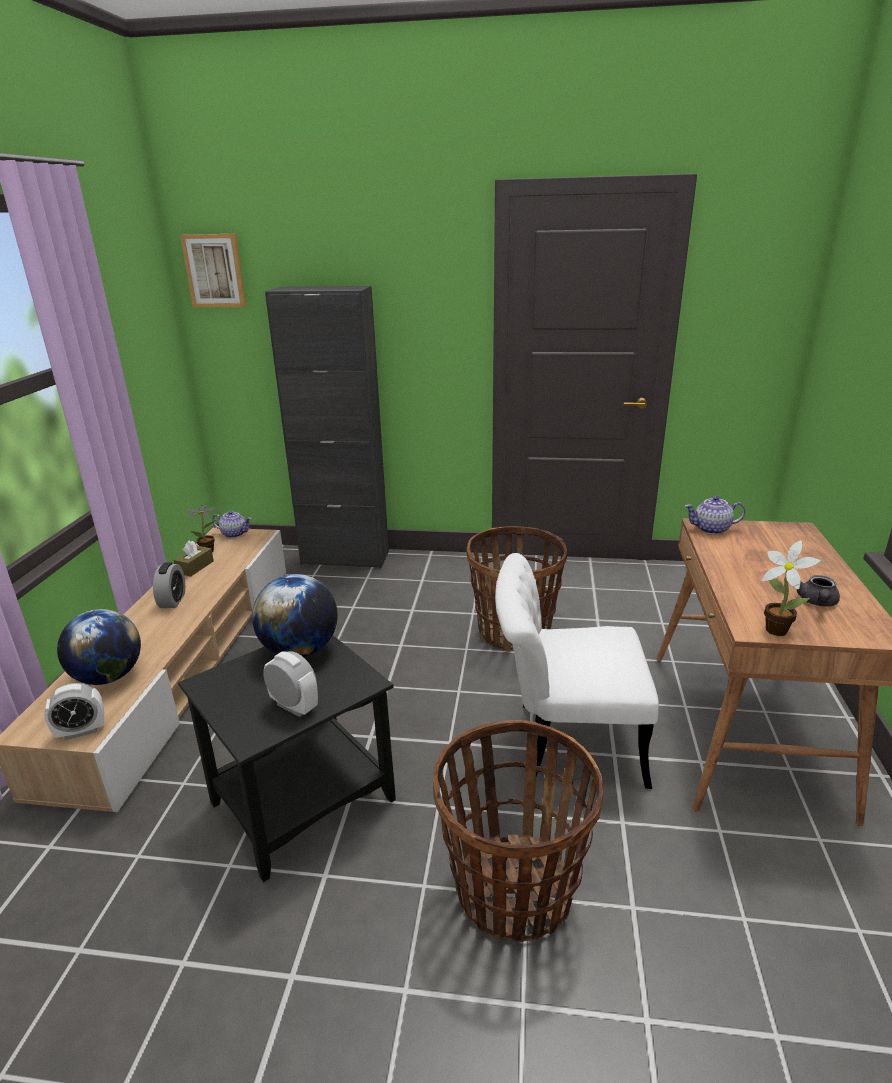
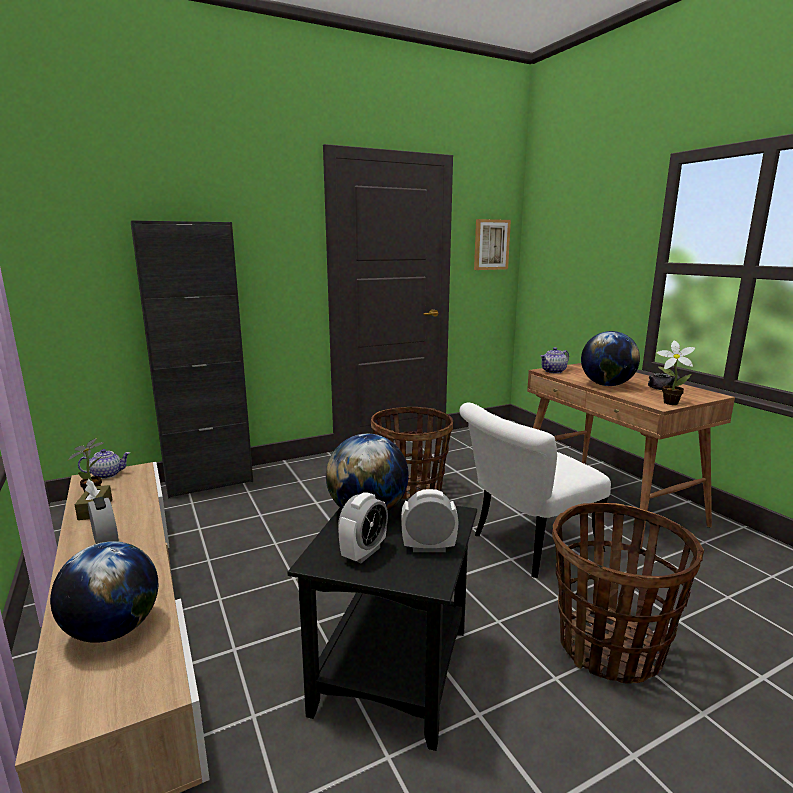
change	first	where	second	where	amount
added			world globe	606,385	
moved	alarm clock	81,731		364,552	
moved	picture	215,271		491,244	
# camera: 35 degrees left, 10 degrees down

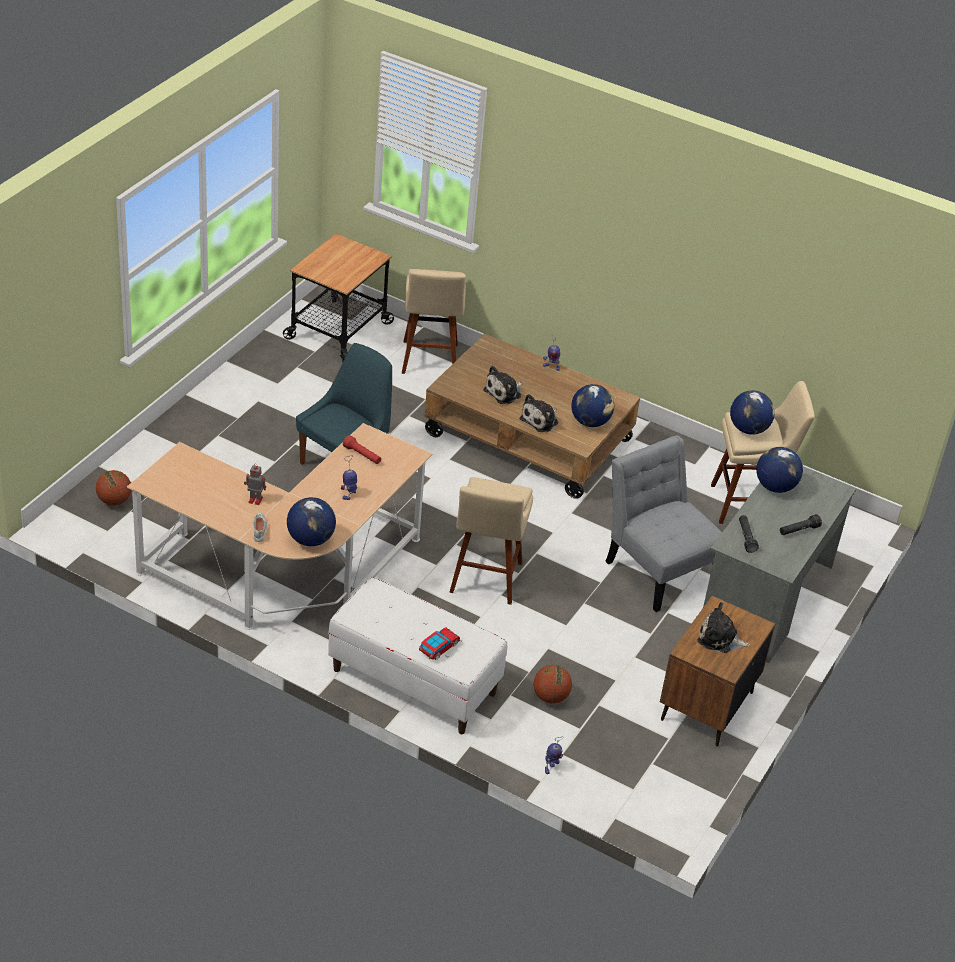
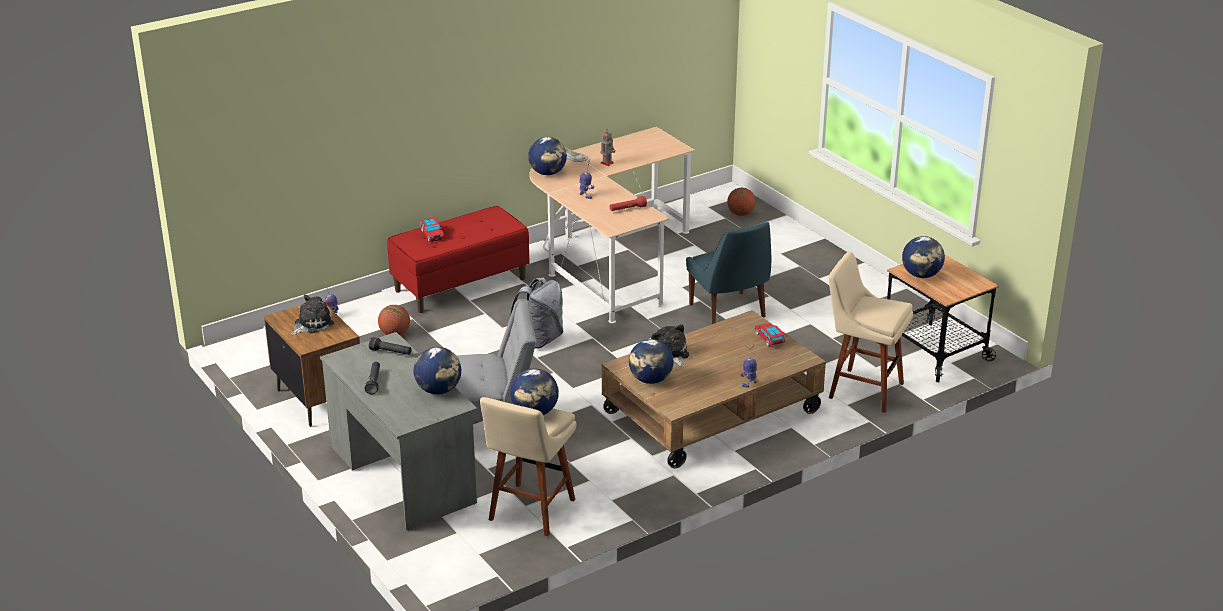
change	first	where	second	where	amount
removed	plush toy	504,393			
added			miniature car	769,339	
added			world globe	921,275	
replaced	sitting stool in beige	485,580	knapsack in grey	540,339	
recoloured	indoor bench in whitish	413,682	indoor bench in red-coloured	460,284	
# camera: 120 degrees right, 10 degrees down

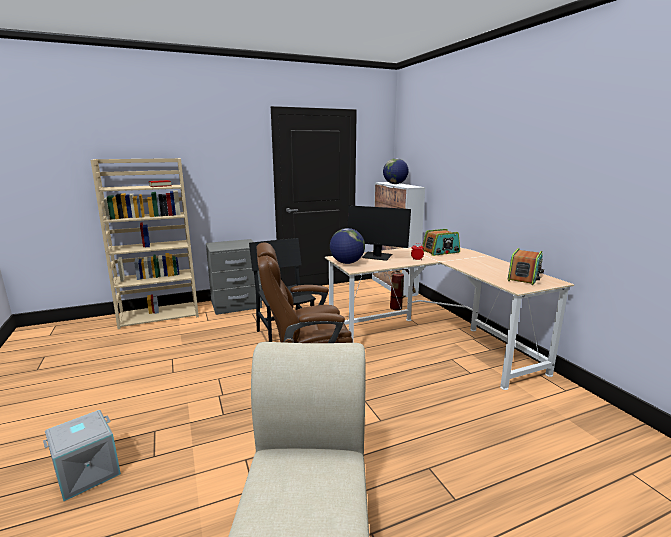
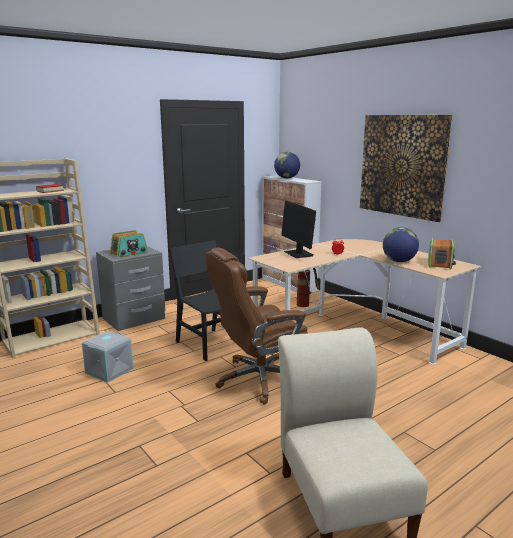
change	first	where	second	where	amount
added			picture	402,166	
moved	storage box in grey	87,473		109,371	
moved	world globe	347,263		399,261	
moved	radio	440,252		129,253	
turned	computer display	377,257		298,254	60 degrees clockwise
# camera: 15 degrees left, 0 degrees up

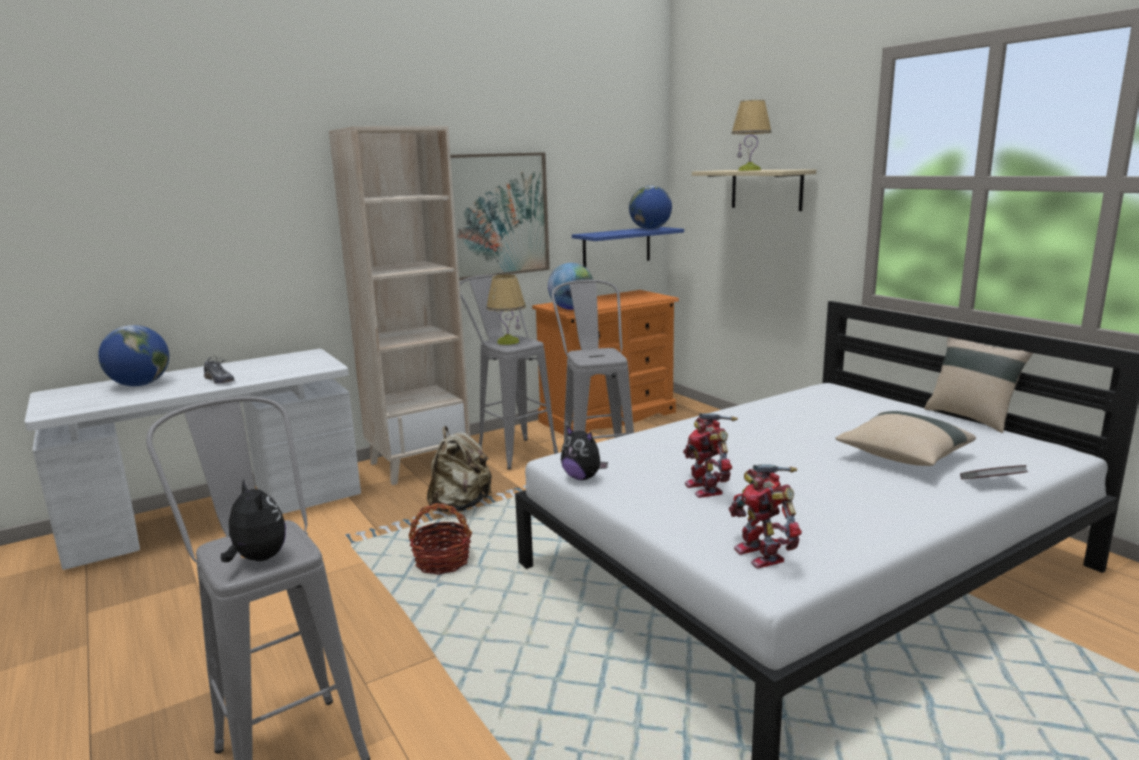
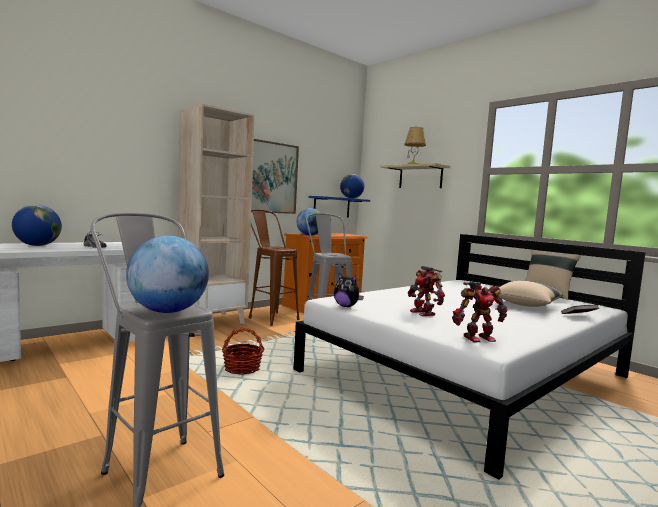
change	first	where	second	where	amount
removed	knapsack in beige	460,506			
removed	tabletop lamp	508,342			
replaced	plush toy	257,559	world globe	168,311	
recoloured	sitting stool in grey	510,450	sitting stool in brown	269,317	
turned	robot figure	762,554		477,338	75 degrees counterclockwise
# camera: 10 degrees left, 10 degrees down

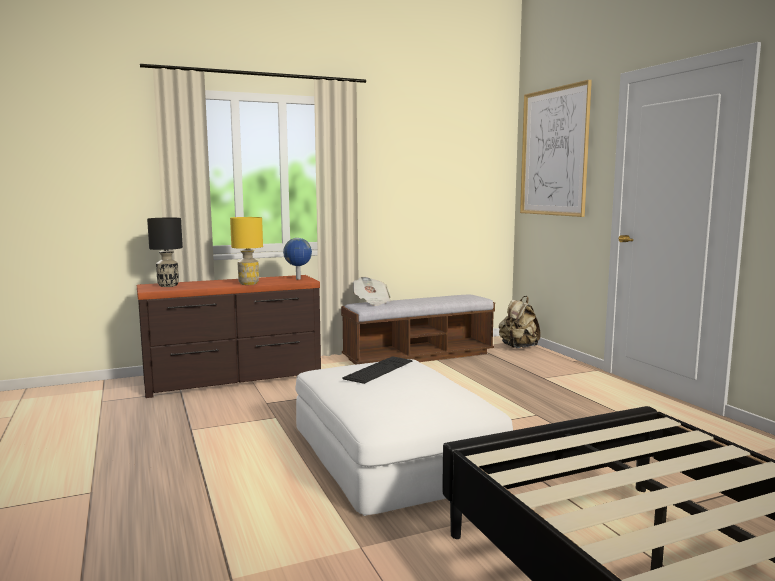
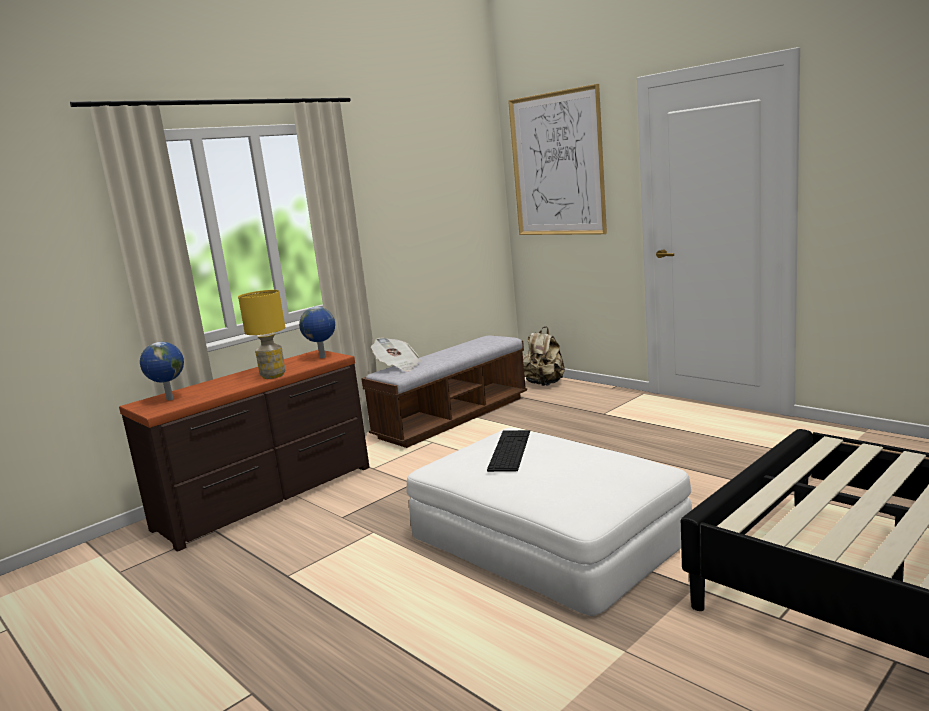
change	first	where	second	where	amount
replaced	tabletop lamp in black-coloured	167,285	world globe	169,399	
# camera: 20 degrees left, 5 degrees up

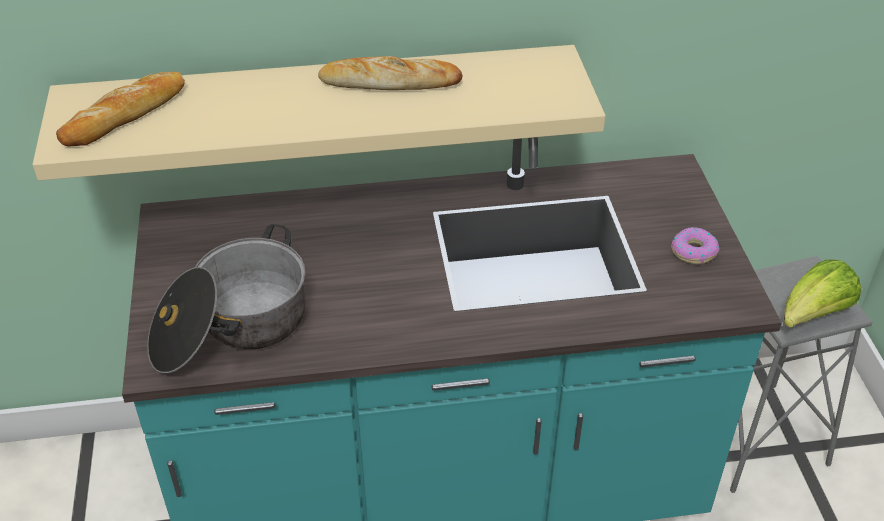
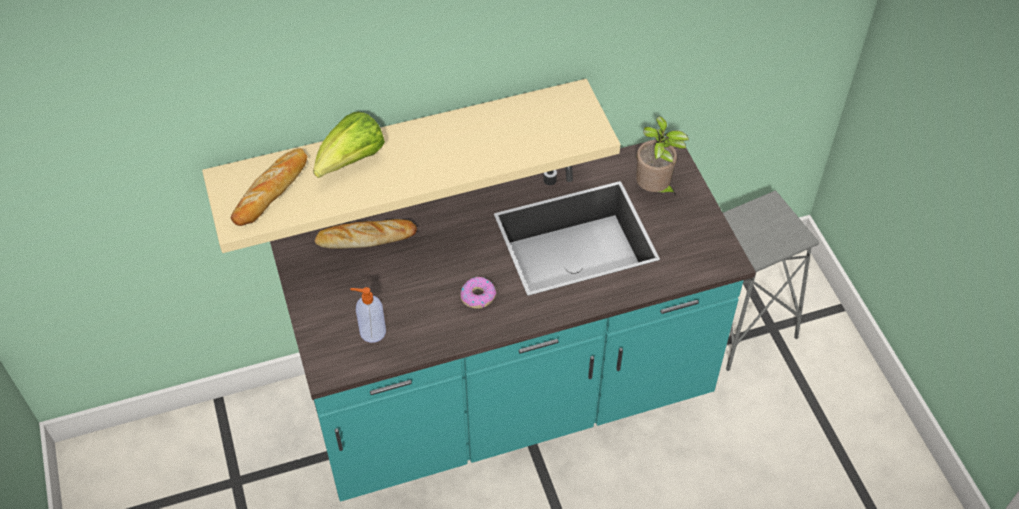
change	first	where	second	where	amount
added			potted plant	654,190	
moved	baked bread	390,82		366,237	
moved	ring doughnut	693,251		477,296	
moved	lettuce head	813,315		351,161	
replaced	cooking pot	231,327	soap dispenser	371,332	
# camera: 10 degrees left, 10 degrees up

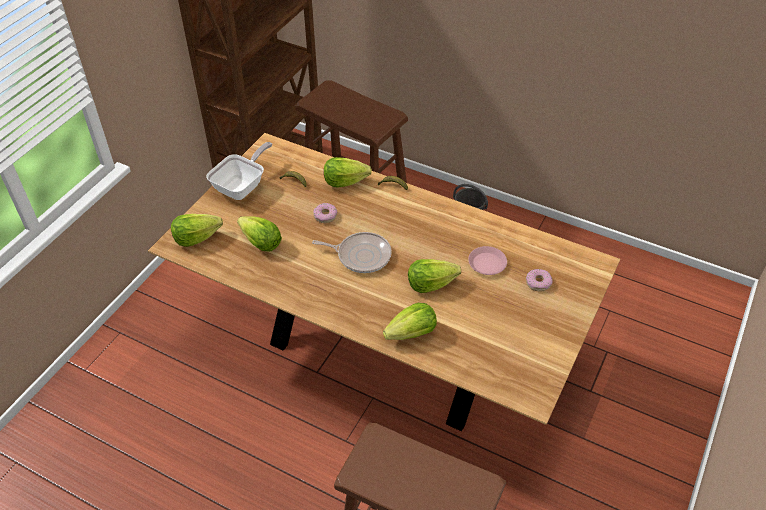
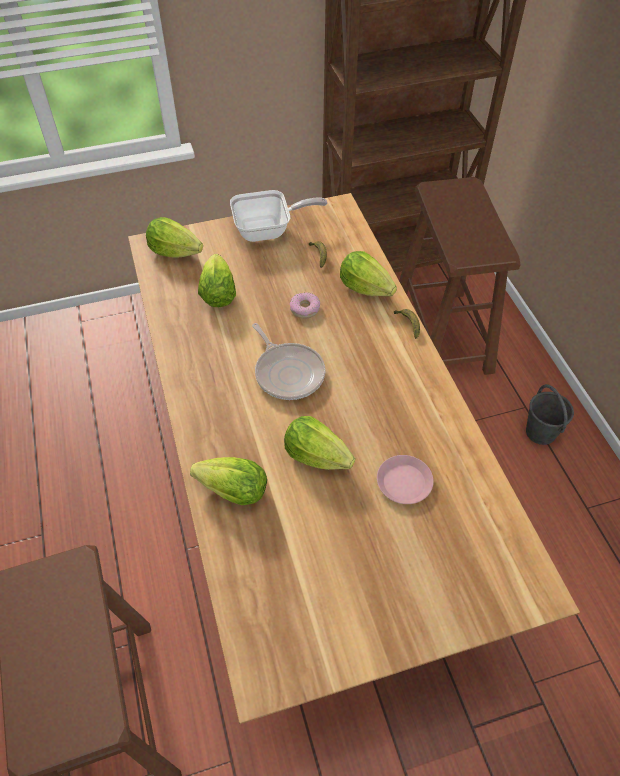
change	first	where	second	where	amount
removed	ring doughnut	538,283			
# camera: 45 degrees right, 5 degrees up

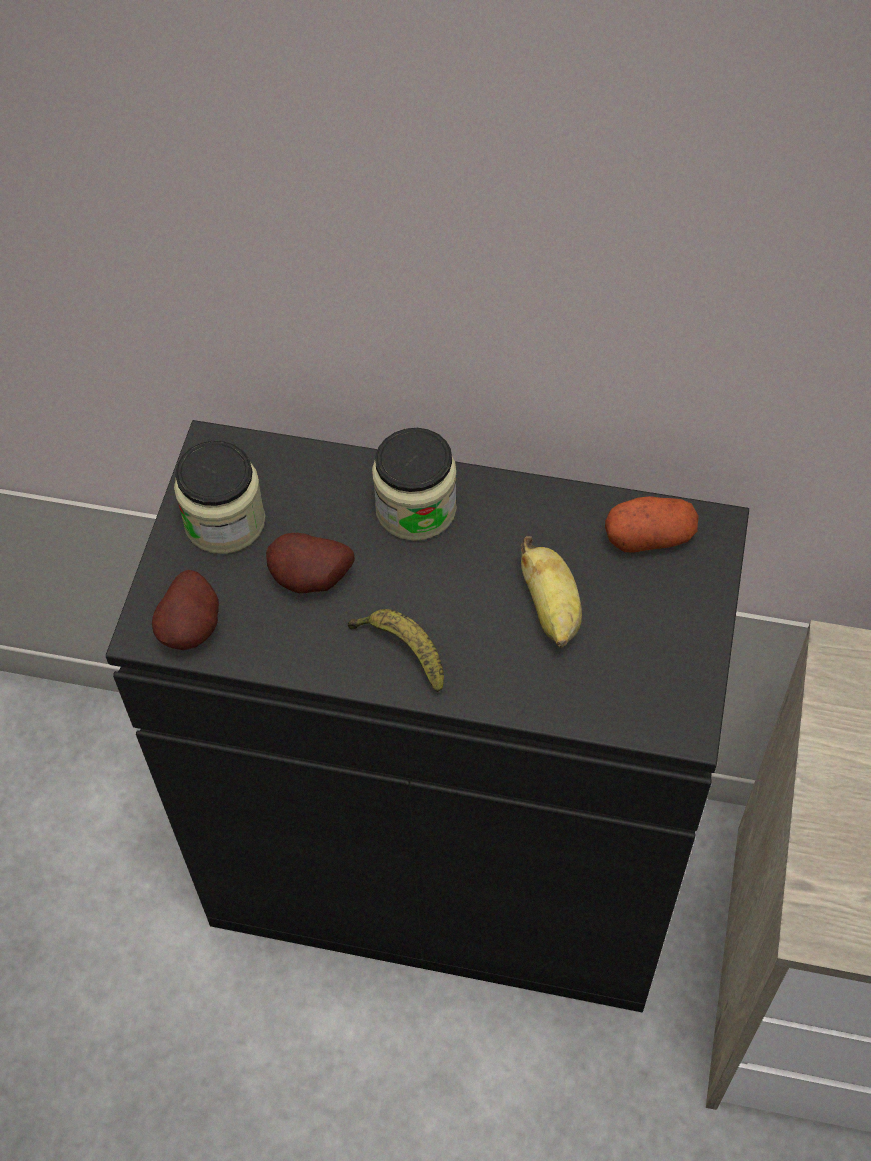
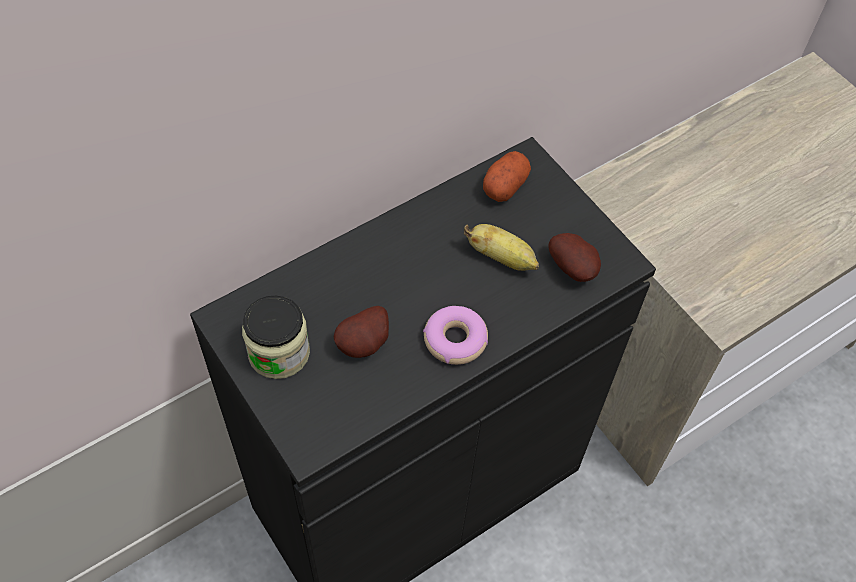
change	first	where	second	where	amount
removed	jar	416,508			
moved	potato	194,628		574,268	
replaced	whole banana	402,651	ring doughnut	455,340	
# camera: 50 degrees left, 0 degrees up

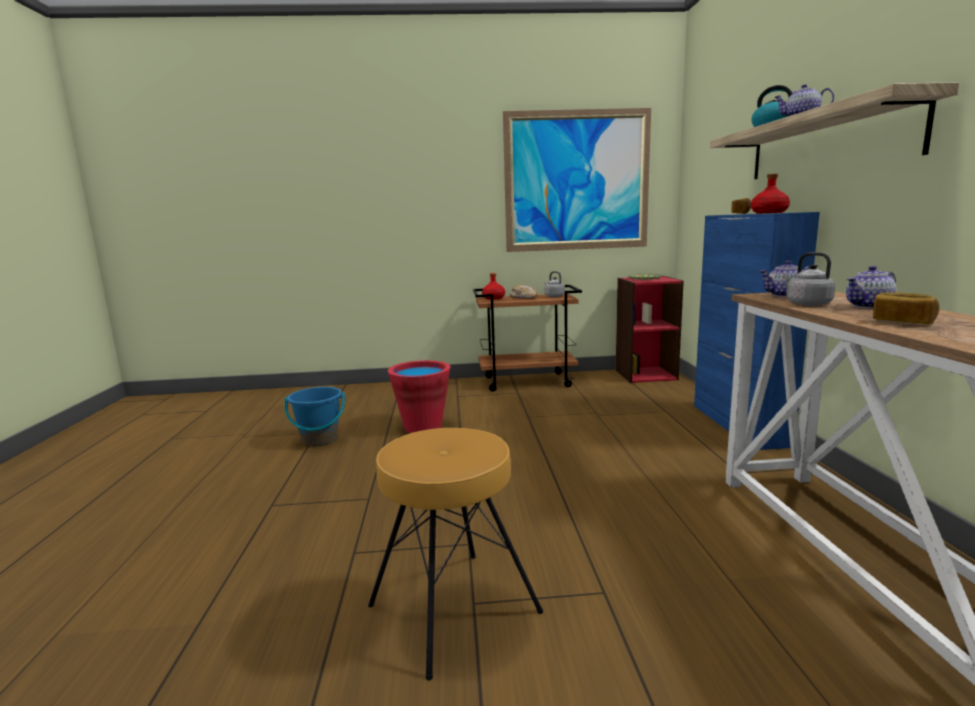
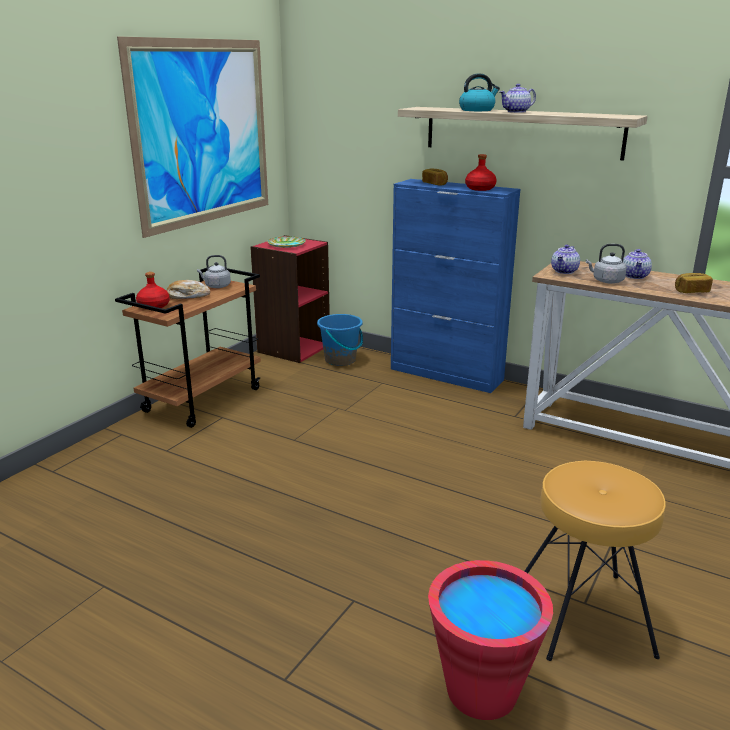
change	first	where	second	where	amount
moved	pail in bluish	319,440		340,360	
moved	pail in red-coloured	423,427		481,690	
# camera: 55 degrees left, 10 degrees up

